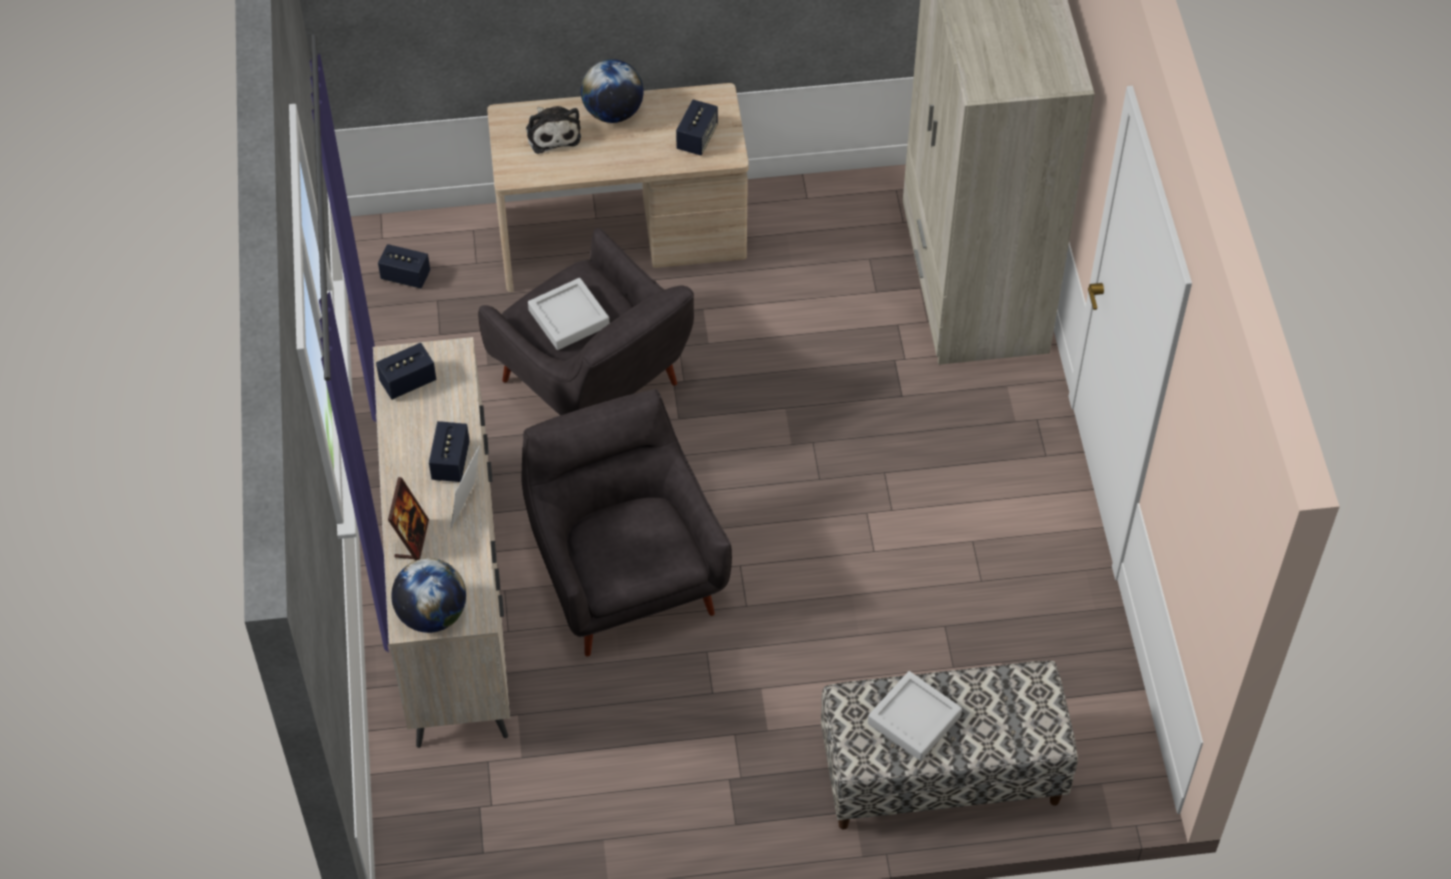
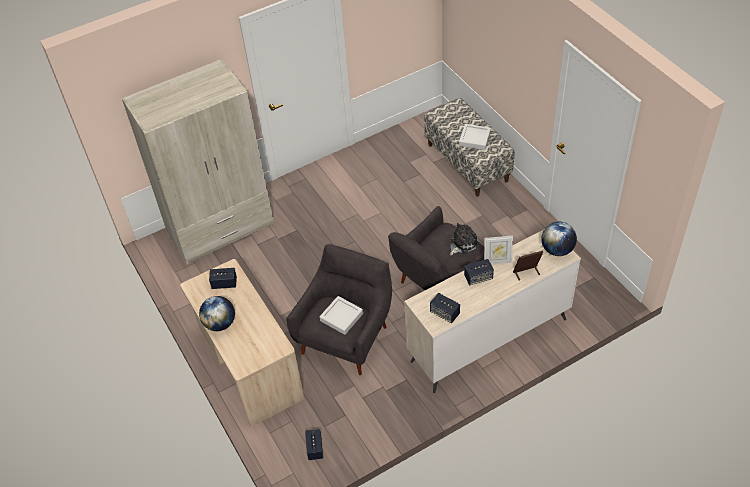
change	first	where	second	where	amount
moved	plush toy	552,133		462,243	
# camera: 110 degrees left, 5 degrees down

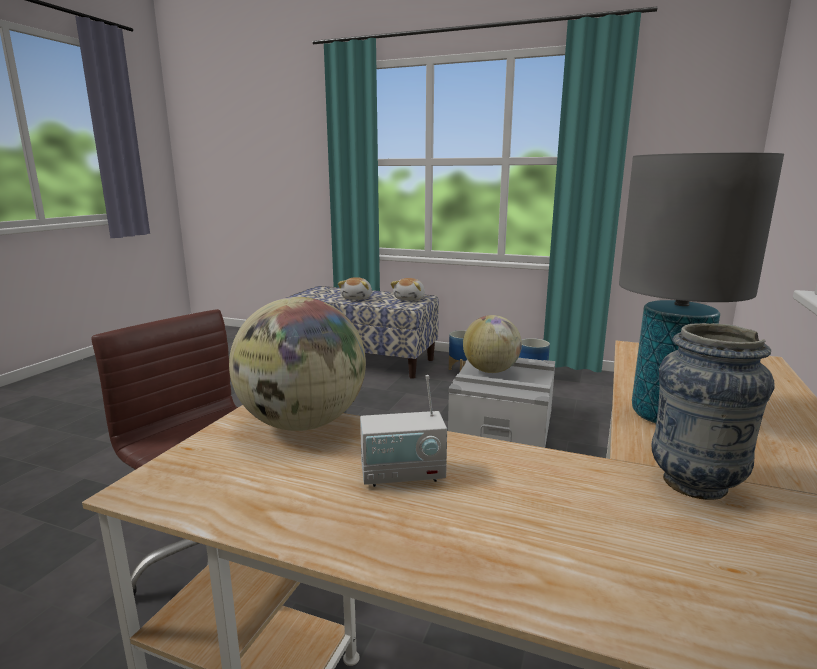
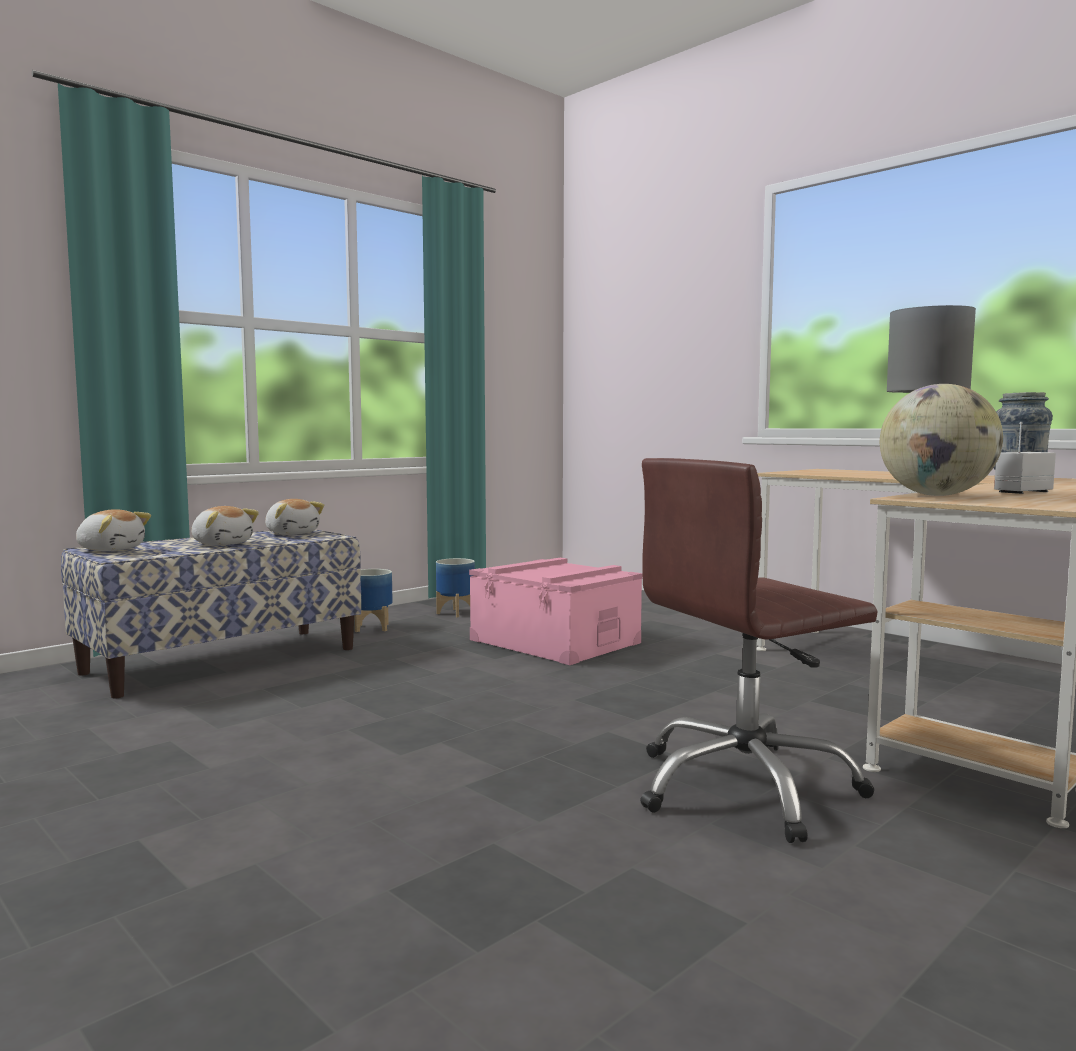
change	first	where	second	where	amount
removed	world globe	490,371			
added			plush toy	111,549	
recoloured	storage box in grey	502,427	storage box in pink-coloured	555,641	
turned	radio	403,475		1022,492	135 degrees counterclockwise
# camera: 65 degrees left, 10 degrees down

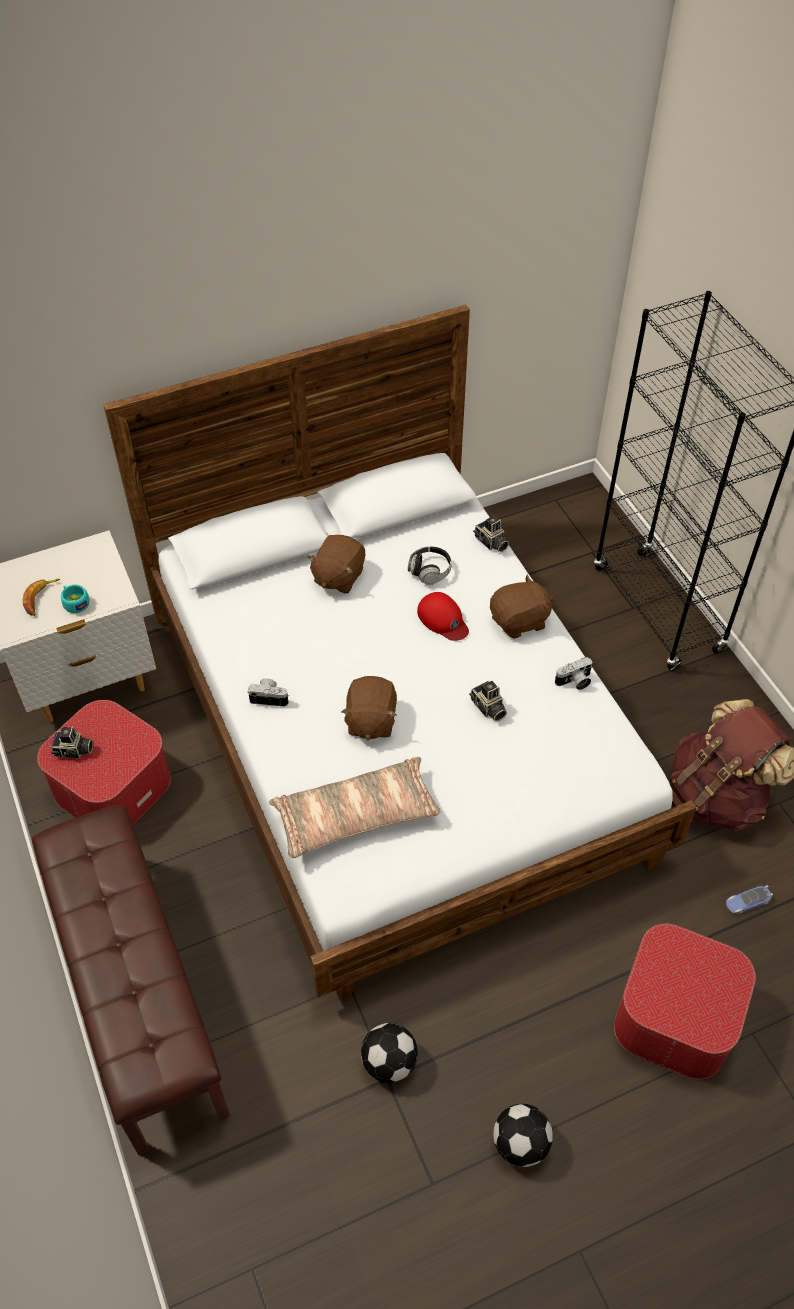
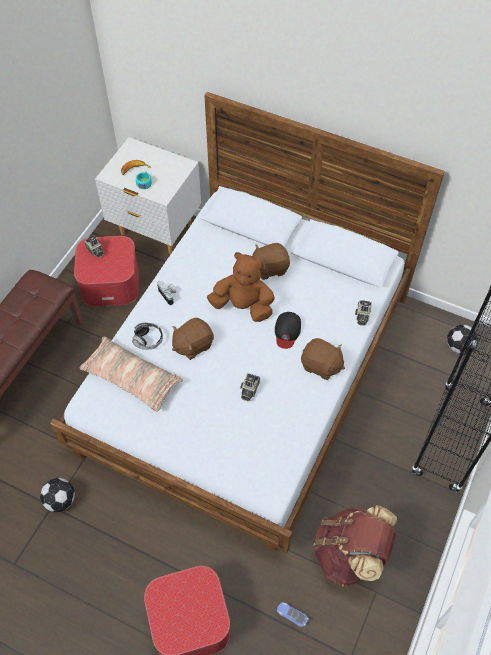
change	first	where	second	where	amount
removed	still camera	574,682			
added			plush toy in brown	243,306	
moved	headset	429,571		148,340	
moved	ball for football	521,1142		459,347	
recoloured	baseball cap in red-coloured	443,619	baseball cap in black-coloured	287,331	
# camera: 50 degrees right, 5 degrees up

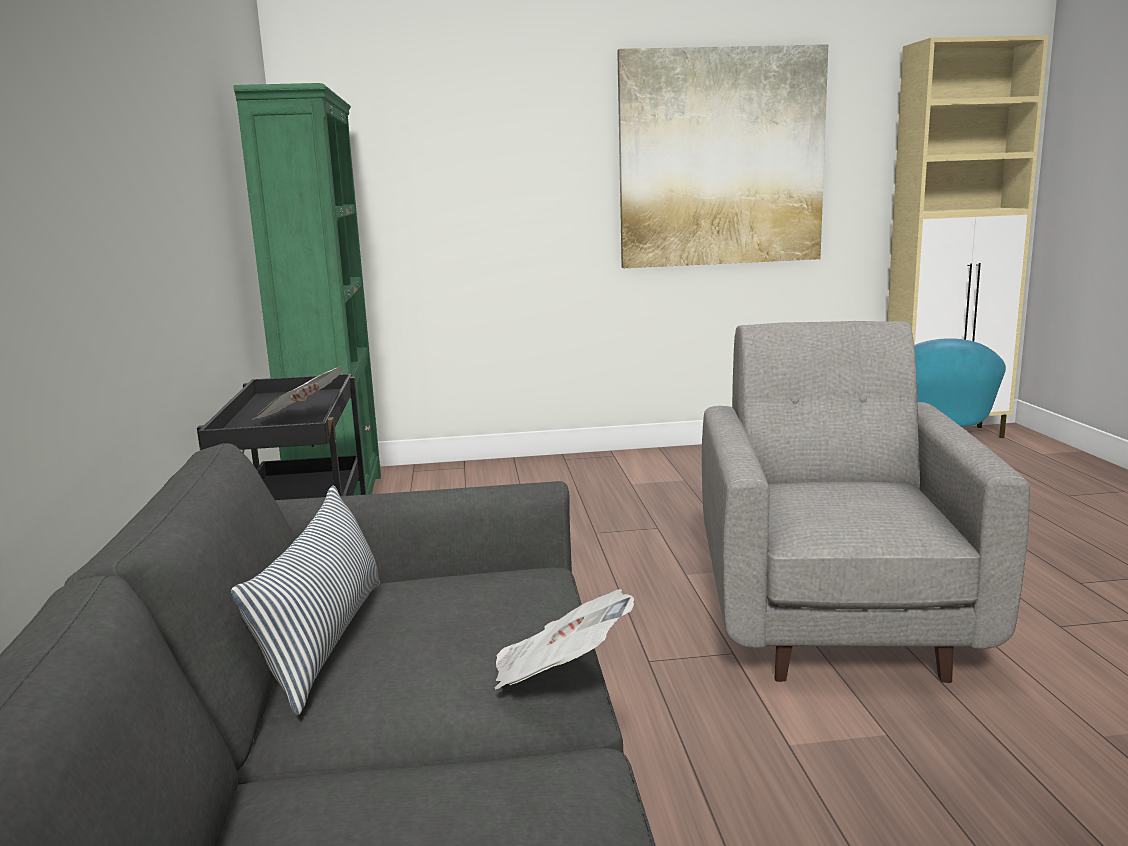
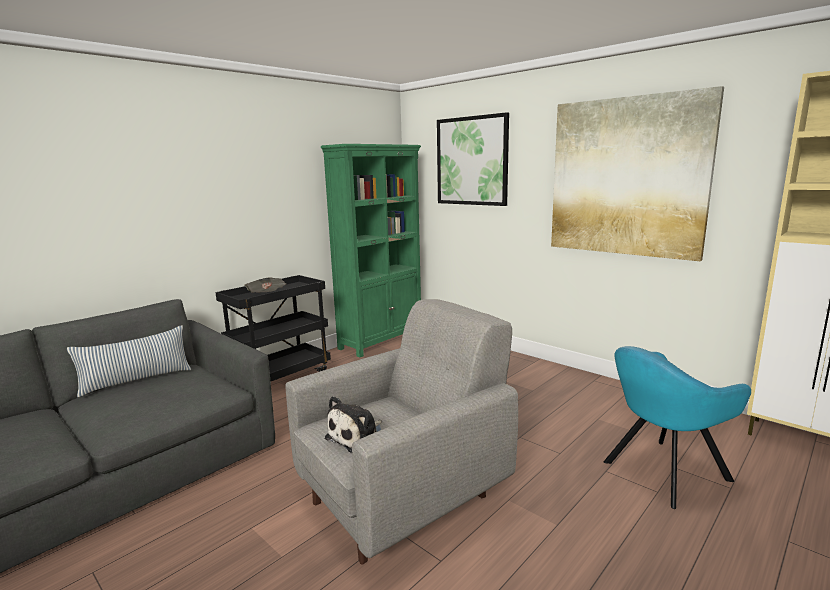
change	first	where	second	where	amount
removed	printed paper	559,673			
added			plush toy	358,437	
added			picture	472,161	
# camera: 50 degrees right, 0 degrees up

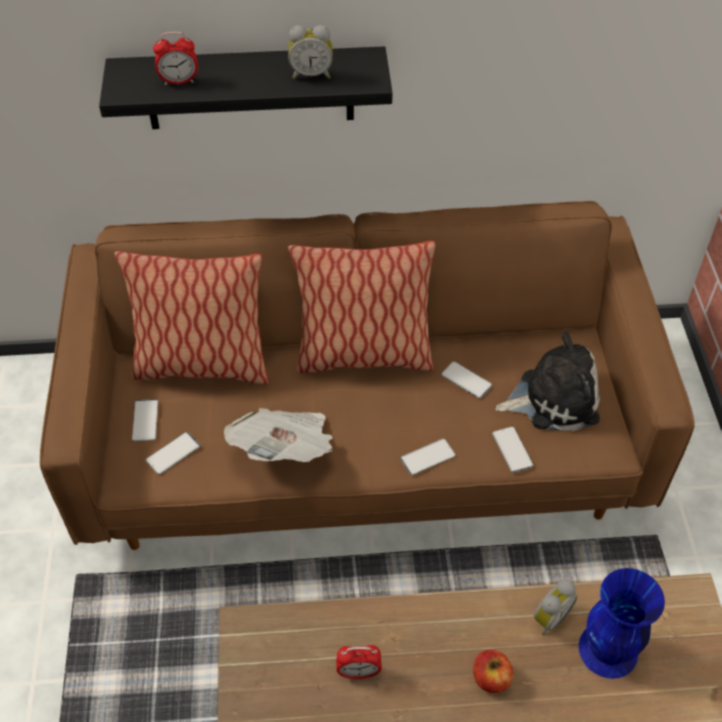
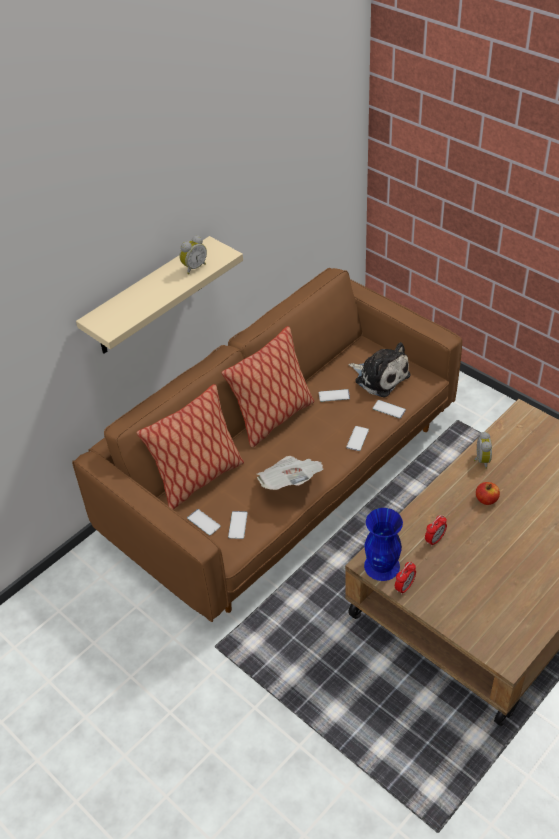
change	first	where	second	where	amount
moved	alarm clock	179,81		404,587	
moved	decorative vase in bluish	607,650		382,566	
recoloured	bracket shelf in black-coloured	250,88	bracket shelf in beige	149,298	
turned	plush toy	553,398		380,377	90 degrees clockwise
# camera: 40 degrees left, 5 degrees down

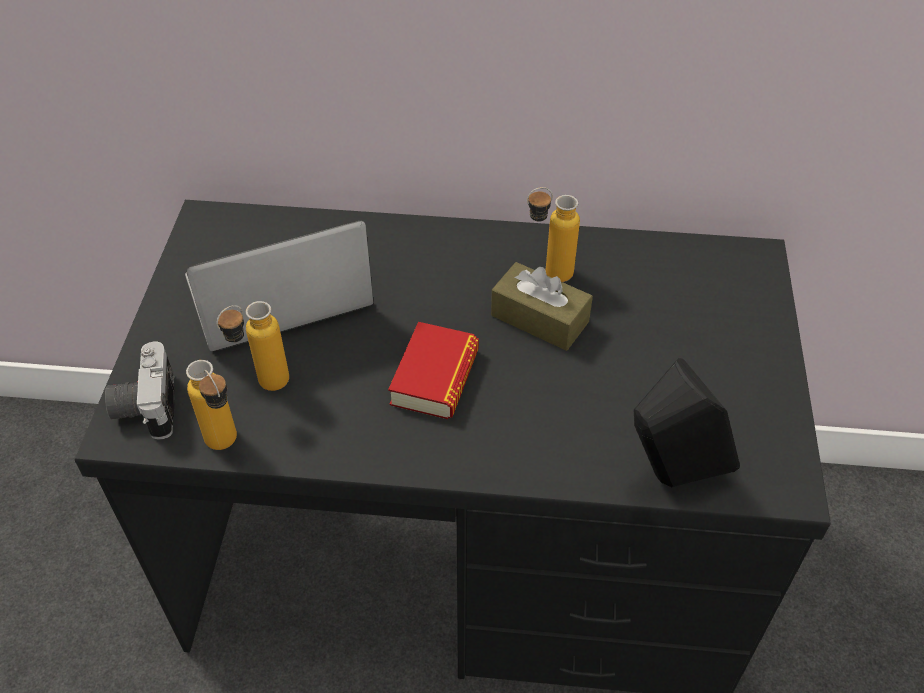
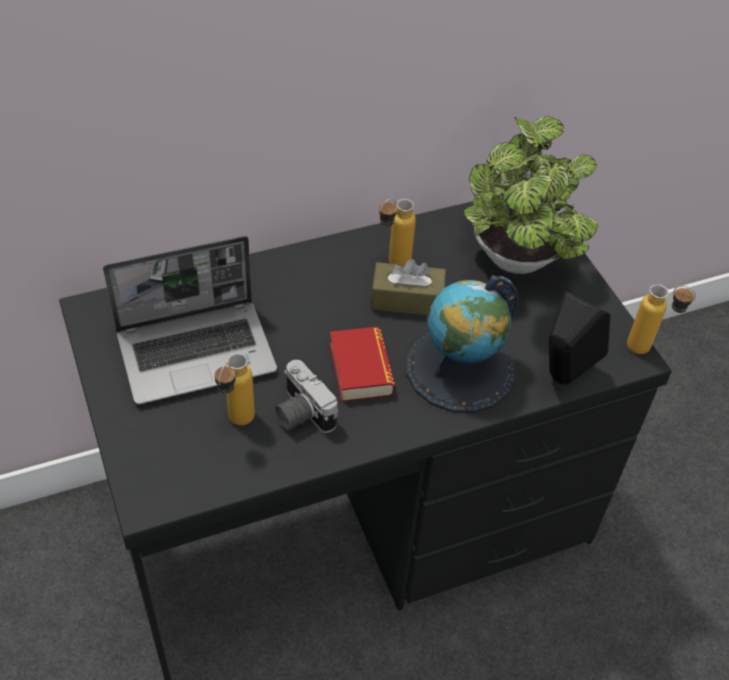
change	first	where	second	where	amount
added			world globe	460,369	
added			potted plant	516,262	
moved	still camera	146,406		300,413	
moved	drink bottle	227,447		648,350	
turned	notebook computer	277,297		198,351	150 degrees counterclockwise
# camera: 30 degrees left, 0 degrees up

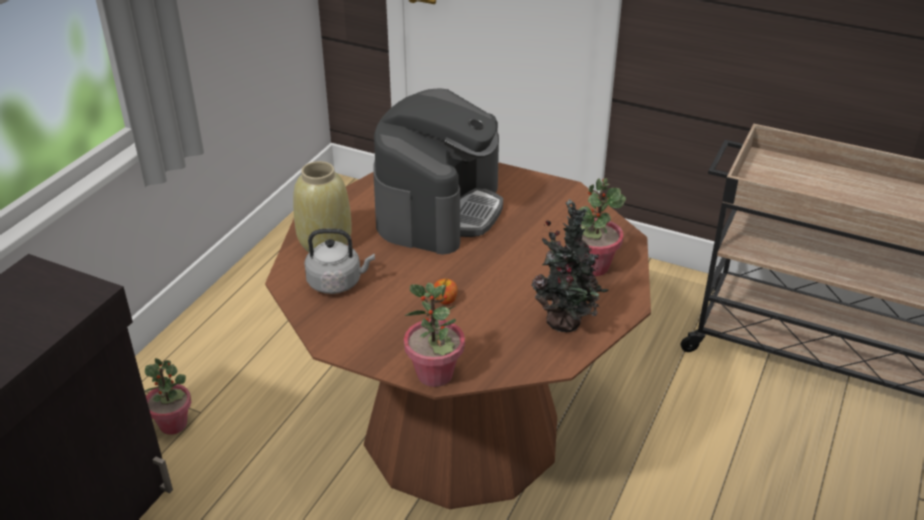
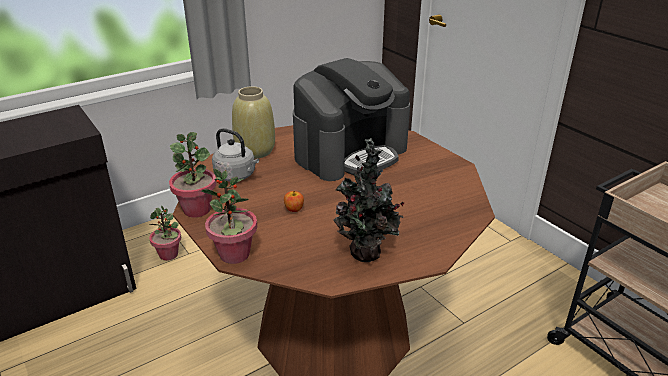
change	first	where	second	where	amount
moved	potted plant	592,266		197,209	
# camera: 30 degrees right, 5 degrees down

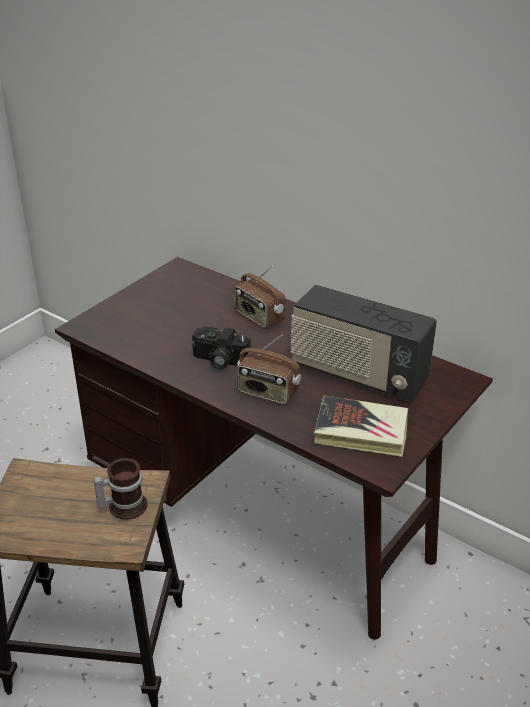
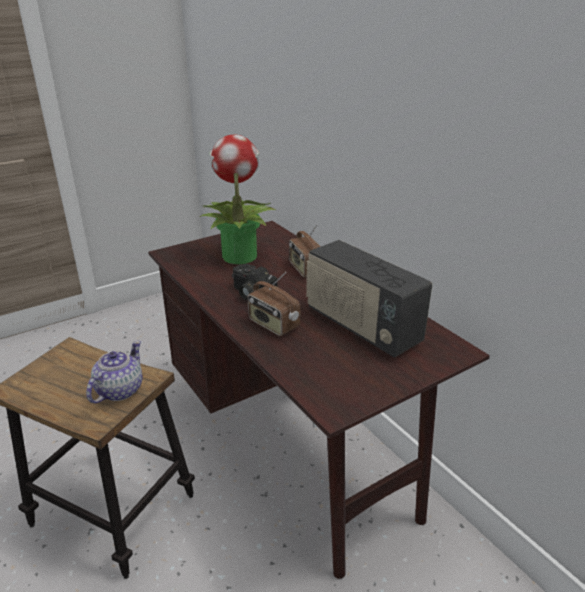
change	first	where	second	where	amount
removed	bound book	361,431			
added			potted plant	239,255	
replaced	mug	123,505	teapot	119,390	
# camera: 20 degrees right, 5 degrees down

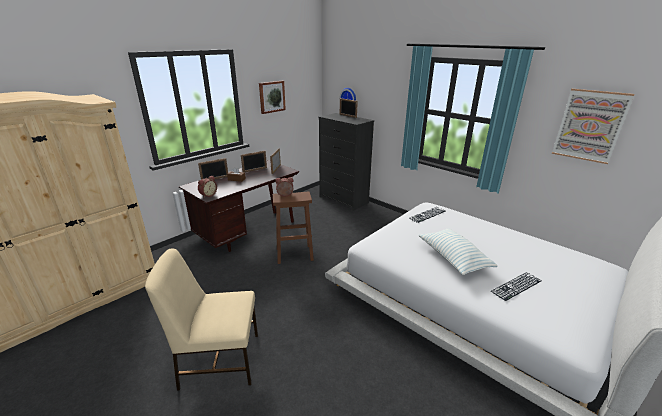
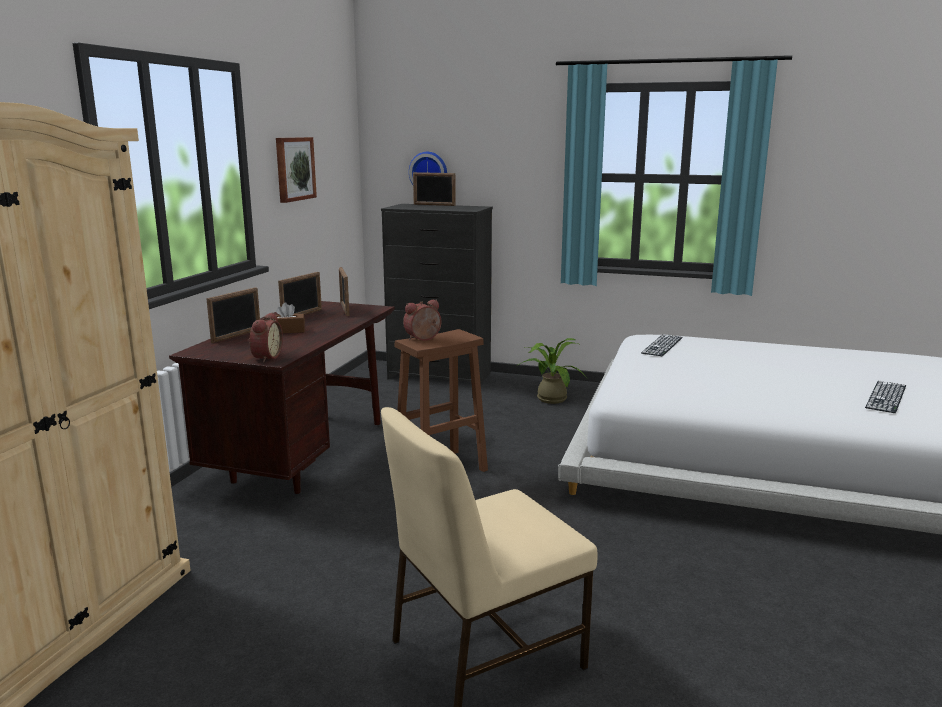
change	first	where	second	where	amount
removed	cushion	453,258			
removed	picture	590,126			
added			potted plant	549,398	
# camera: 25 degrees left, 10 degrees down

